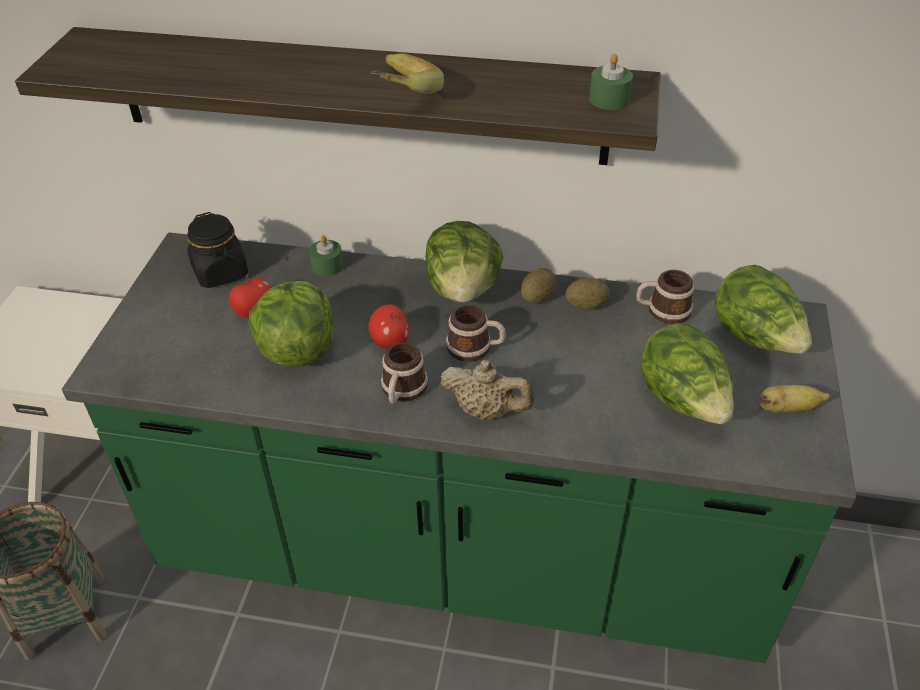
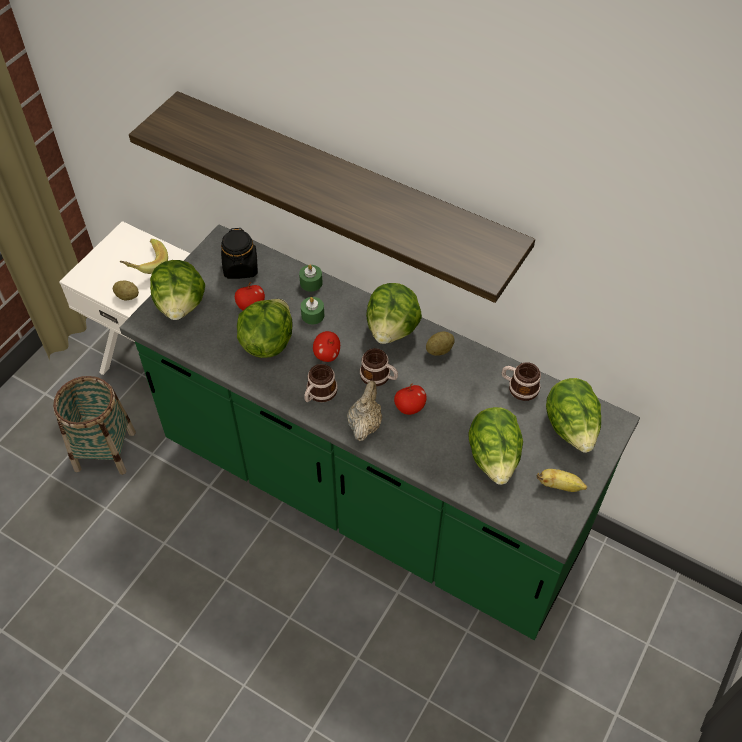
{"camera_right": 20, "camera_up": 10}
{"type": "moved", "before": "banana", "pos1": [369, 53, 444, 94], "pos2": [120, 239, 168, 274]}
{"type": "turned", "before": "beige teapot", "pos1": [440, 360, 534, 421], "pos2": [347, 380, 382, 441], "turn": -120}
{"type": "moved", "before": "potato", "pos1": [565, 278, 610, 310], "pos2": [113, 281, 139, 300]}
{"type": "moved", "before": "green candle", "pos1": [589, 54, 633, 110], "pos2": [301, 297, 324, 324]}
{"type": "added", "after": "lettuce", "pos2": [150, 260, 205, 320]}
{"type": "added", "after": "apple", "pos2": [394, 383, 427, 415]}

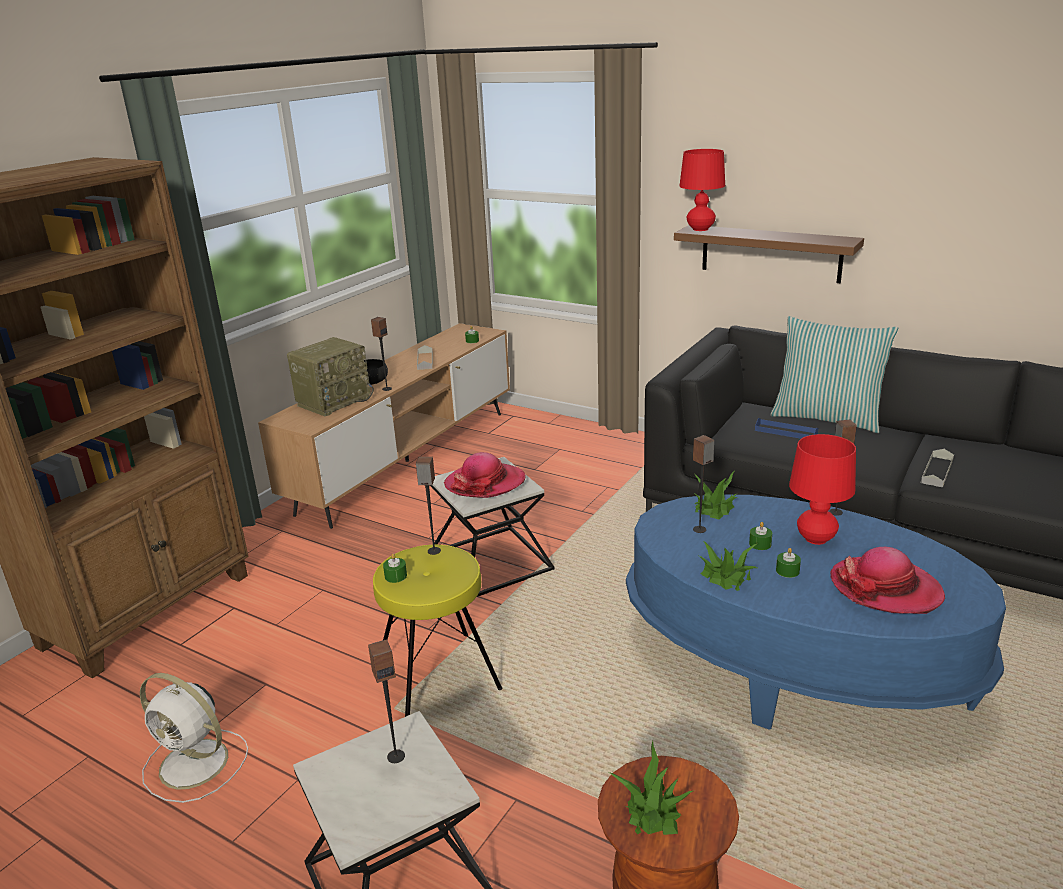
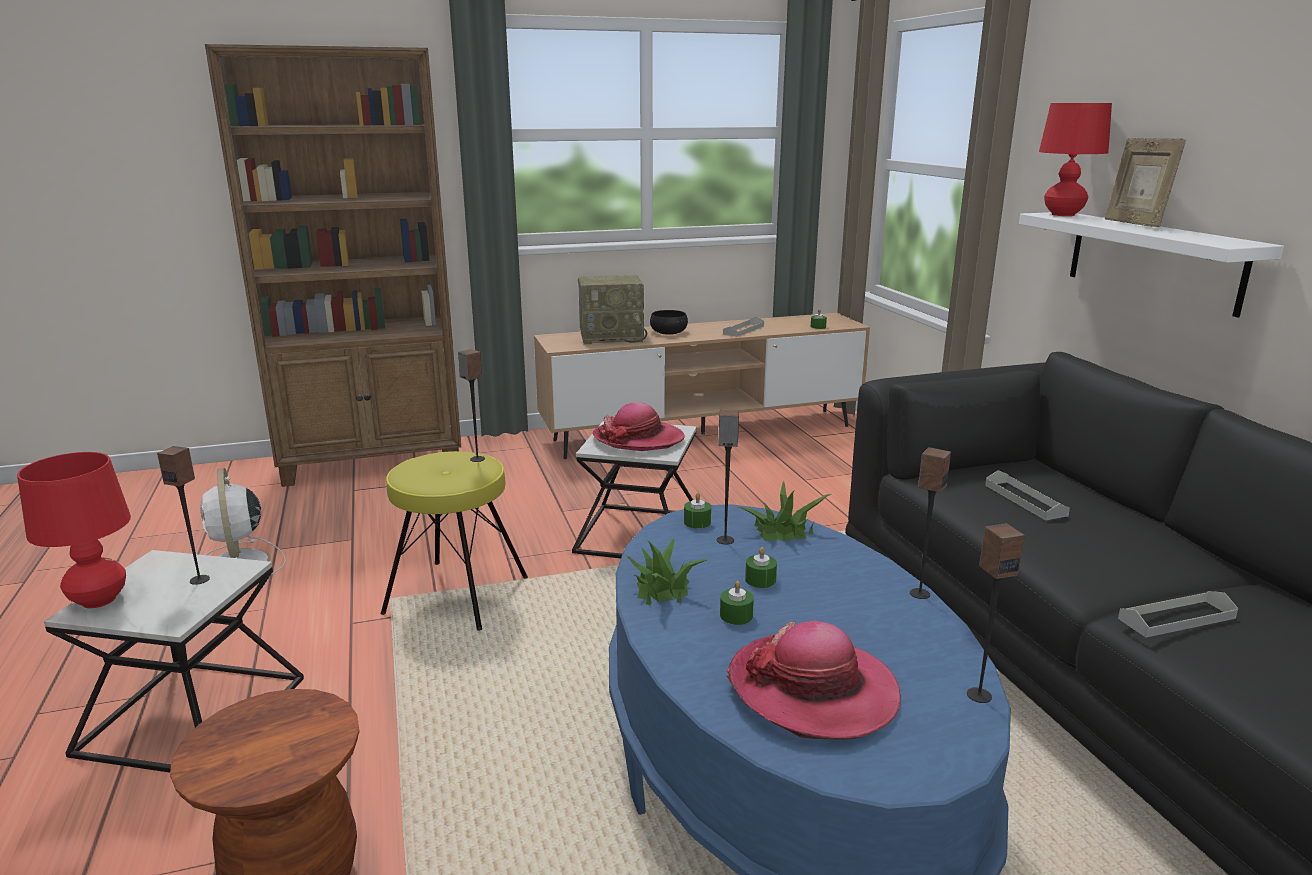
{"camera_right": 40, "camera_up": -5}
{"type": "moved", "before": "speaker", "pos1": [371, 317, 392, 391], "pos2": [967, 523, 1025, 703]}
{"type": "moved", "before": "green candle", "pos1": [383, 554, 407, 583], "pos2": [684, 493, 711, 528]}
{"type": "removed", "before": "potted plant", "pos1": [609, 741, 693, 835]}
{"type": "recoloured", "before": "brown shelf", "after": "white shelf", "pos1": [674, 225, 864, 283], "pos2": [1019, 212, 1284, 317]}
{"type": "recoloured", "before": "blue tray", "after": "grey tray", "pos1": [755, 418, 818, 439], "pos2": [985, 470, 1070, 520]}
{"type": "removed", "before": "pillow", "pos1": [770, 316, 898, 433]}
{"type": "moved", "before": "red table lamp", "pos1": [789, 434, 856, 545], "pos2": [17, 452, 131, 608]}
{"type": "added", "after": "picture frame", "pos2": [1105, 138, 1186, 227]}

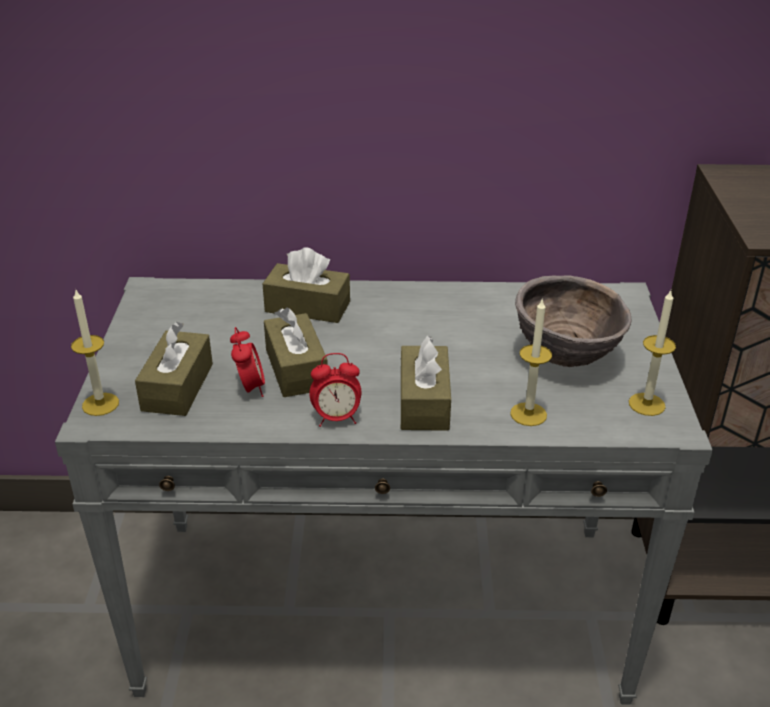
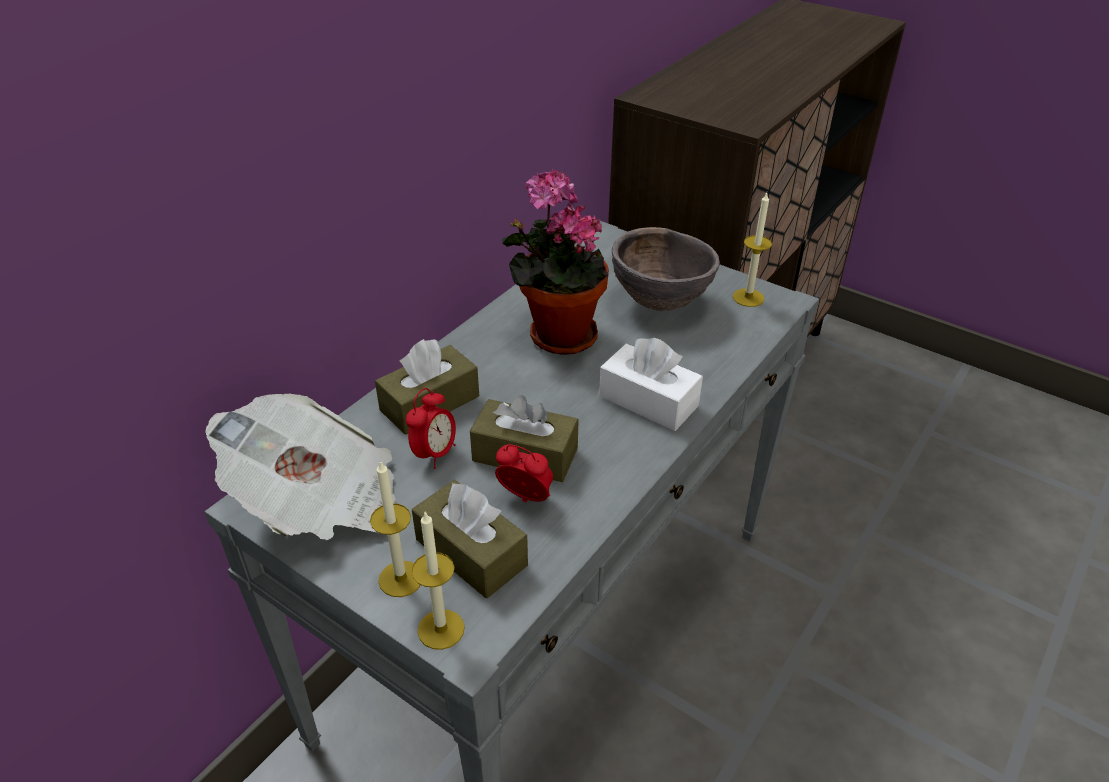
{"camera_right": -55, "camera_up": 5}
{"type": "moved", "before": "alarm clock", "pos1": [309, 353, 361, 427], "pos2": [406, 388, 456, 469]}
{"type": "recoloured", "before": "brown tissue box", "after": "white tissue box", "pos1": [401, 336, 451, 431], "pos2": [599, 338, 703, 431]}
{"type": "moved", "before": "candle", "pos1": [510, 298, 552, 426], "pos2": [370, 460, 421, 597]}
{"type": "added", "after": "newspaper", "pos2": [205, 394, 397, 540]}
{"type": "added", "after": "potted plant", "pos2": [502, 169, 609, 355]}

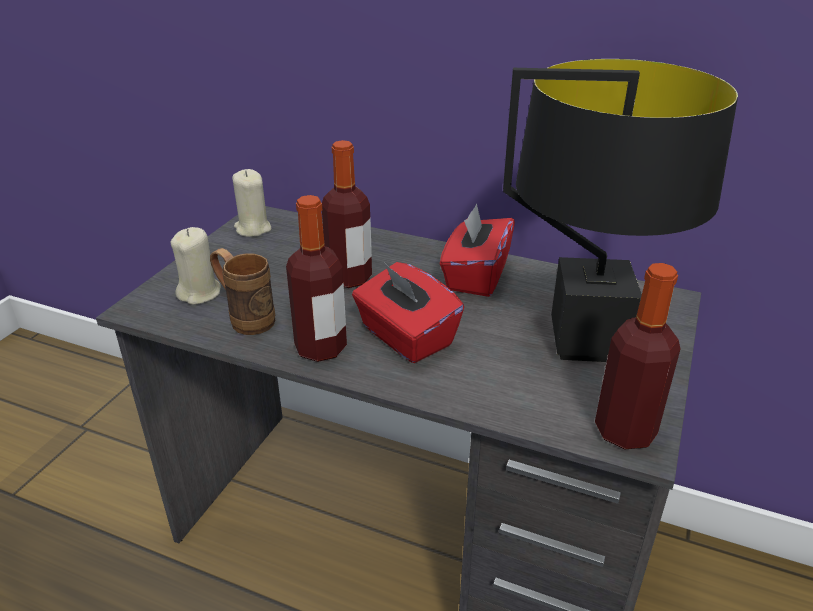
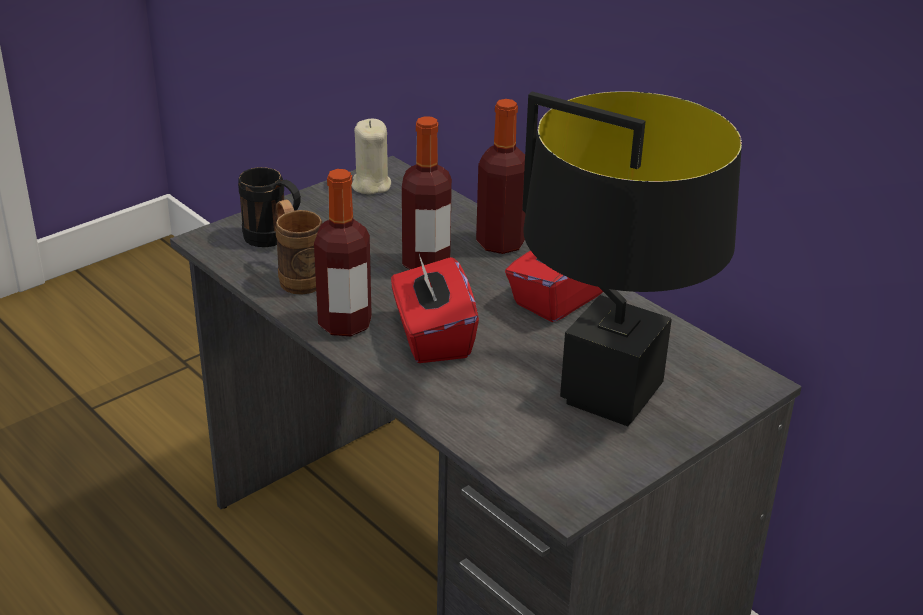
{"camera_right": 25, "camera_up": 0}
{"type": "replaced", "before": "beige candle", "after": "black mug", "pos1": [171, 227, 221, 305], "pos2": [238, 167, 301, 247]}
{"type": "moved", "before": "bottle", "pos1": [595, 263, 680, 449], "pos2": [476, 99, 526, 254]}

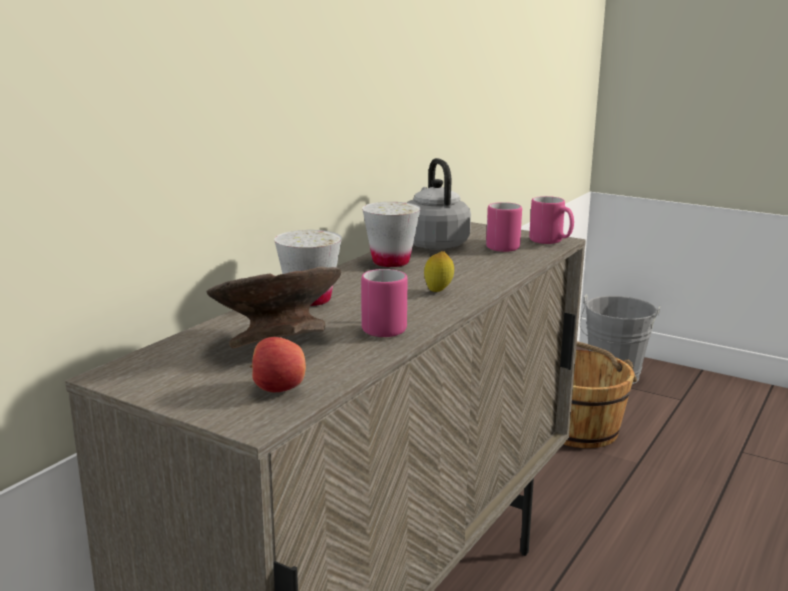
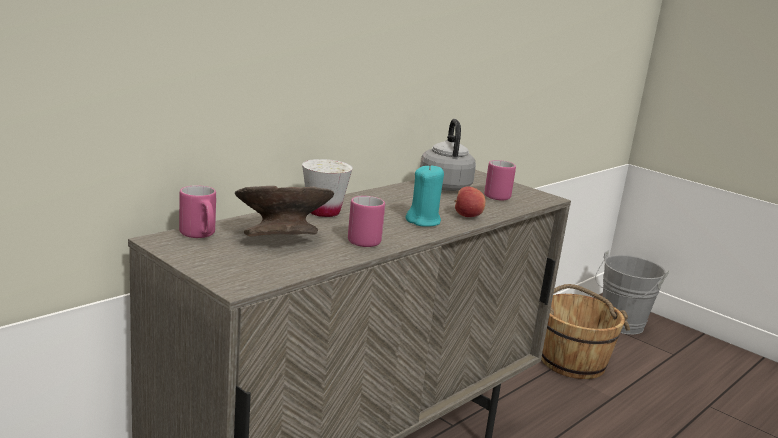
{"camera_right": 10, "camera_up": 0}
{"type": "moved", "before": "apple", "pos1": [250, 337, 306, 392], "pos2": [454, 187, 485, 217]}
{"type": "removed", "before": "white cup", "pos1": [362, 202, 421, 267]}
{"type": "replaced", "before": "lemon", "after": "turquoise candle", "pos1": [424, 251, 454, 292], "pos2": [405, 164, 444, 226]}
{"type": "moved", "before": "pink mug", "pos1": [529, 196, 574, 244], "pos2": [179, 185, 216, 238]}

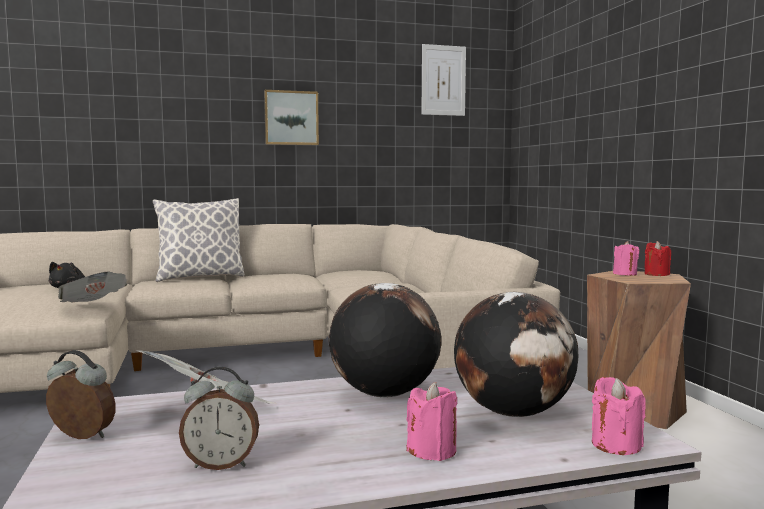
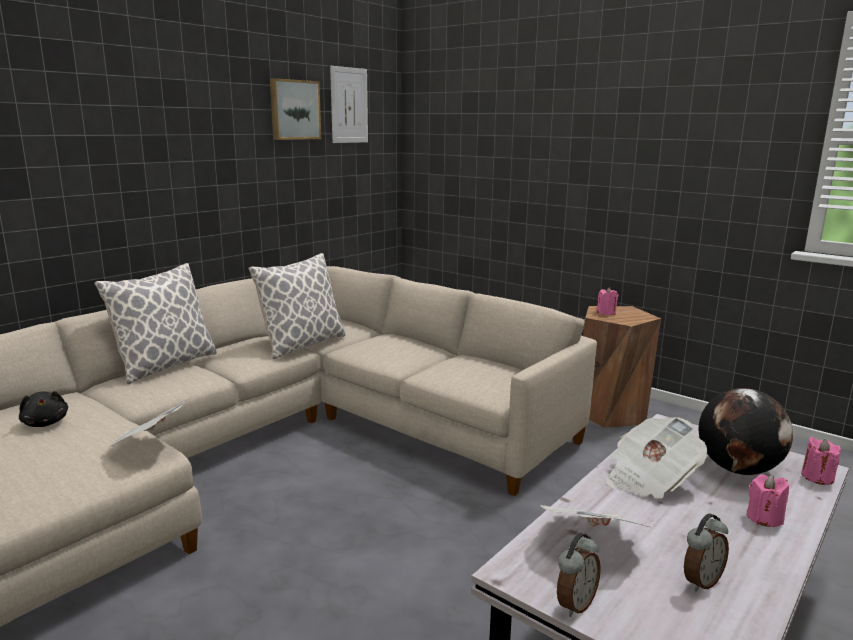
{"camera_right": -35, "camera_up": 10}
{"type": "turned", "before": "alarm clock", "pos1": [46, 350, 116, 439], "pos2": [557, 533, 601, 617], "turn": 150}
{"type": "moved", "before": "picture", "pos1": [264, 90, 319, 145], "pos2": [270, 78, 321, 140]}
{"type": "replaced", "before": "globe", "after": "newspaper", "pos1": [329, 283, 441, 397], "pos2": [606, 417, 707, 499]}
{"type": "removed", "before": "red candle", "pos1": [644, 241, 671, 276]}
{"type": "added", "after": "pillow", "pos2": [248, 253, 346, 359]}

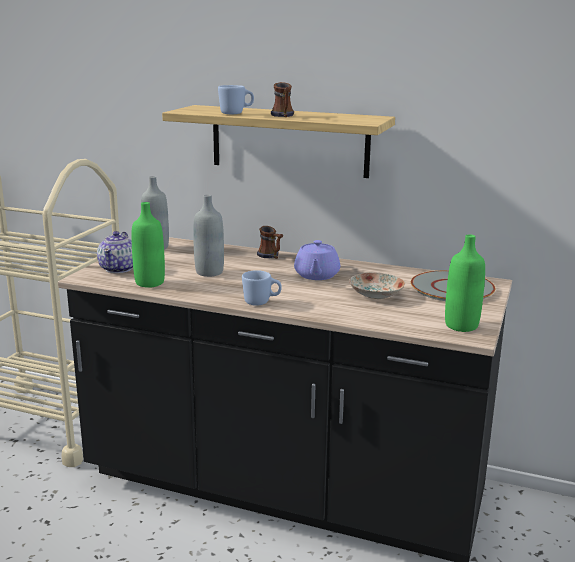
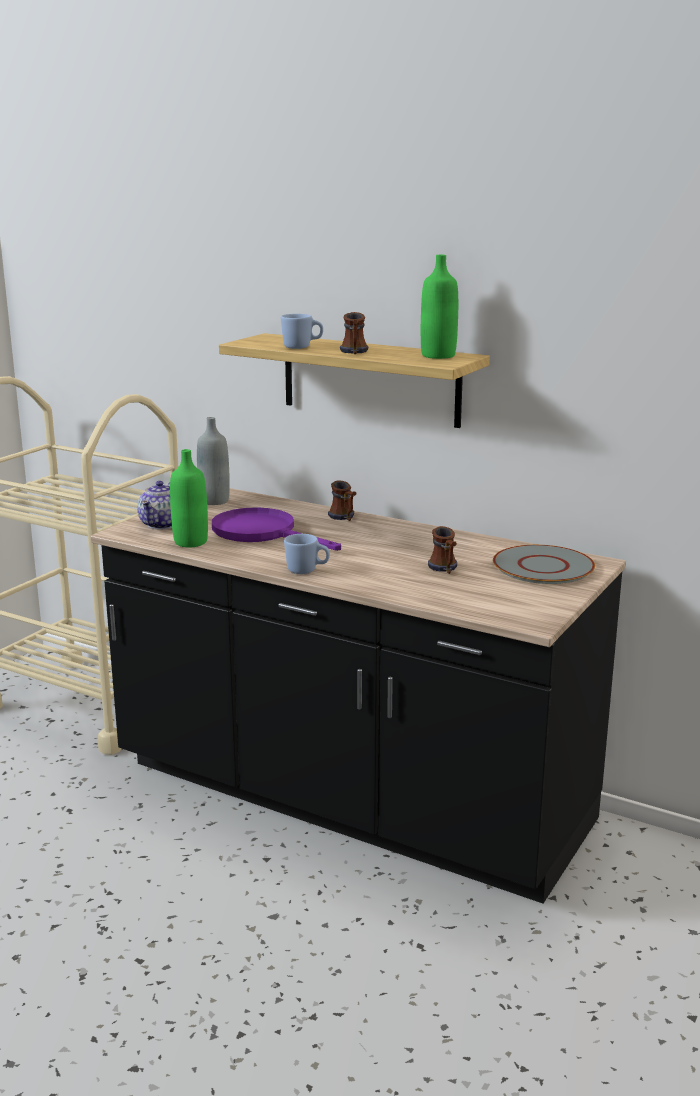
{"camera_right": 10, "camera_up": 0}
{"type": "replaced", "before": "grey bottle", "after": "purple frying pan", "pos1": [193, 195, 224, 277], "pos2": [212, 507, 341, 551]}
{"type": "removed", "before": "purple teapot", "pos1": [294, 240, 340, 280]}
{"type": "replaced", "before": "plate", "after": "mug", "pos1": [349, 273, 405, 299], "pos2": [428, 526, 457, 574]}
{"type": "moved", "before": "green bottle", "pos1": [445, 234, 485, 332], "pos2": [421, 255, 458, 359]}

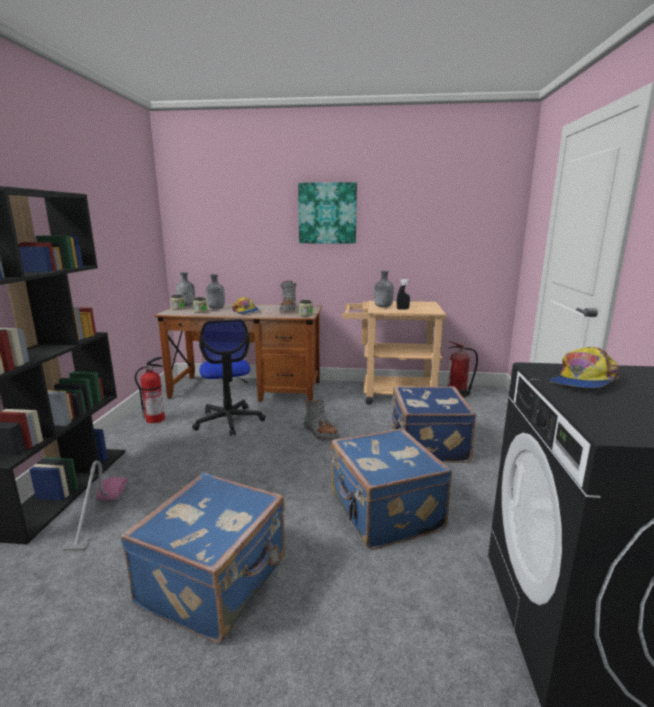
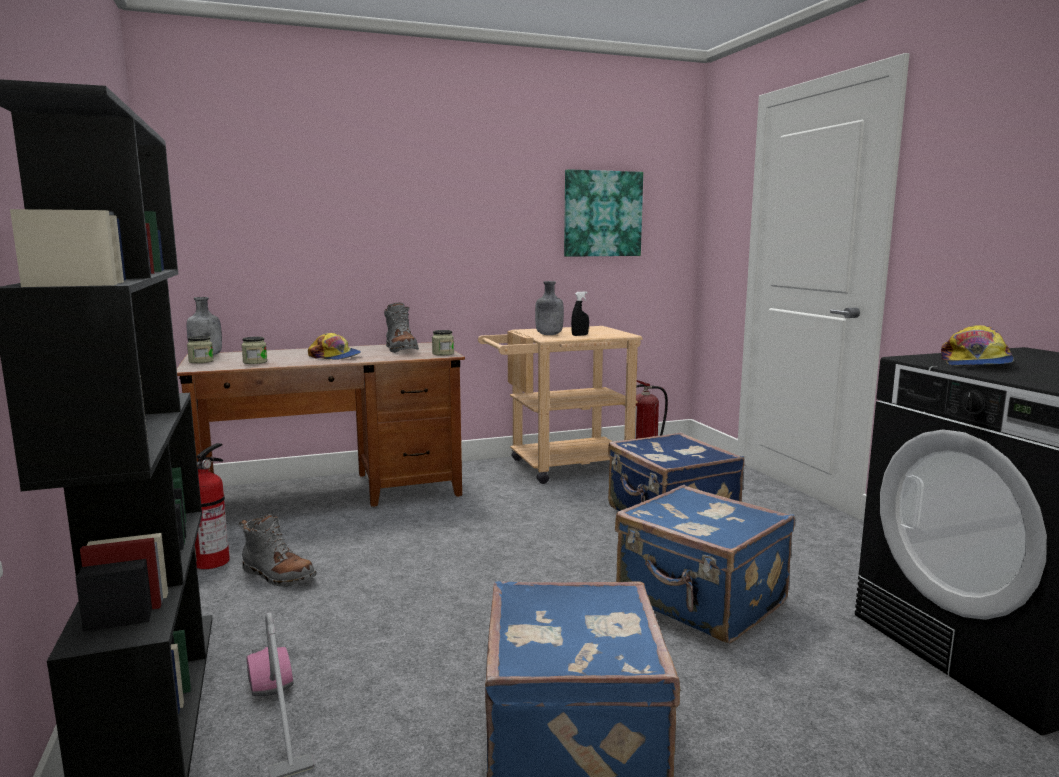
{"camera_right": -25, "camera_up": -5}
{"type": "removed", "before": "office chair", "pos1": [192, 319, 266, 436]}
{"type": "removed", "before": "grey bottle", "pos1": [206, 274, 225, 309]}
{"type": "moved", "before": "picture", "pos1": [298, 182, 357, 244], "pos2": [564, 169, 643, 257]}
{"type": "moved", "before": "grey boot", "pos1": [304, 399, 340, 441], "pos2": [238, 514, 317, 587]}

